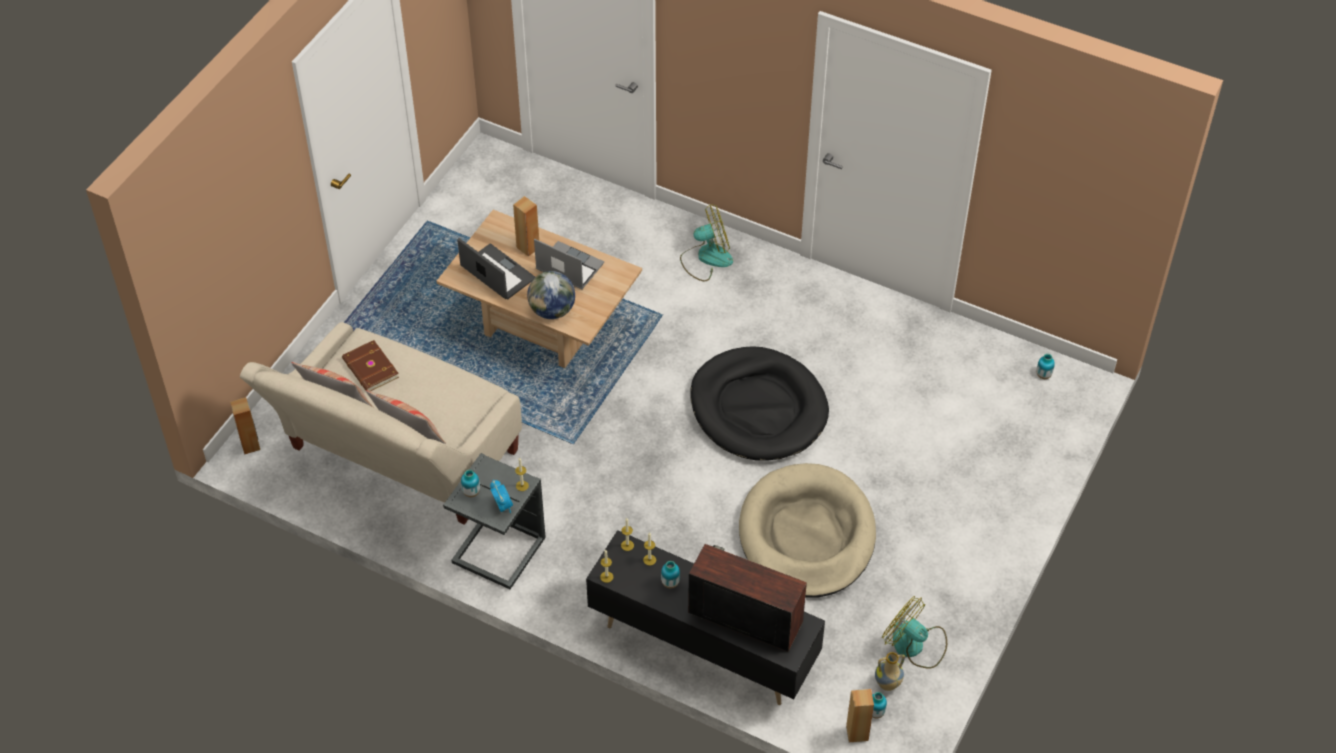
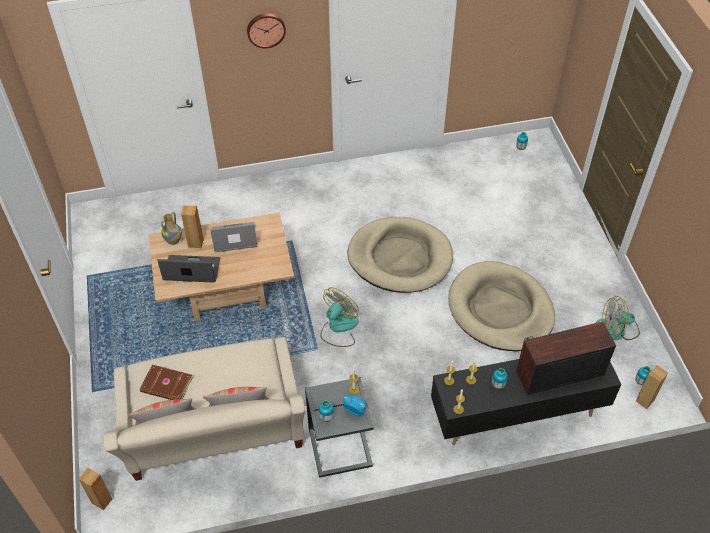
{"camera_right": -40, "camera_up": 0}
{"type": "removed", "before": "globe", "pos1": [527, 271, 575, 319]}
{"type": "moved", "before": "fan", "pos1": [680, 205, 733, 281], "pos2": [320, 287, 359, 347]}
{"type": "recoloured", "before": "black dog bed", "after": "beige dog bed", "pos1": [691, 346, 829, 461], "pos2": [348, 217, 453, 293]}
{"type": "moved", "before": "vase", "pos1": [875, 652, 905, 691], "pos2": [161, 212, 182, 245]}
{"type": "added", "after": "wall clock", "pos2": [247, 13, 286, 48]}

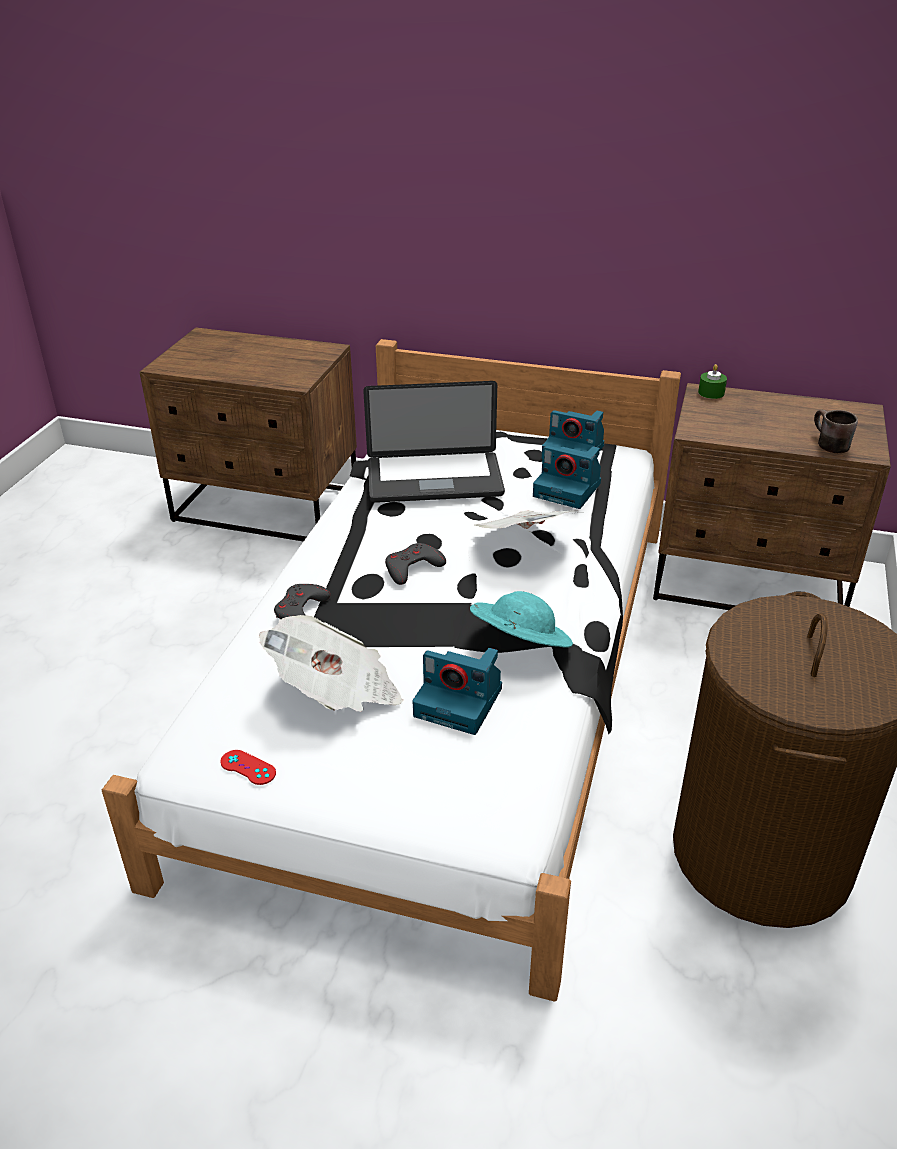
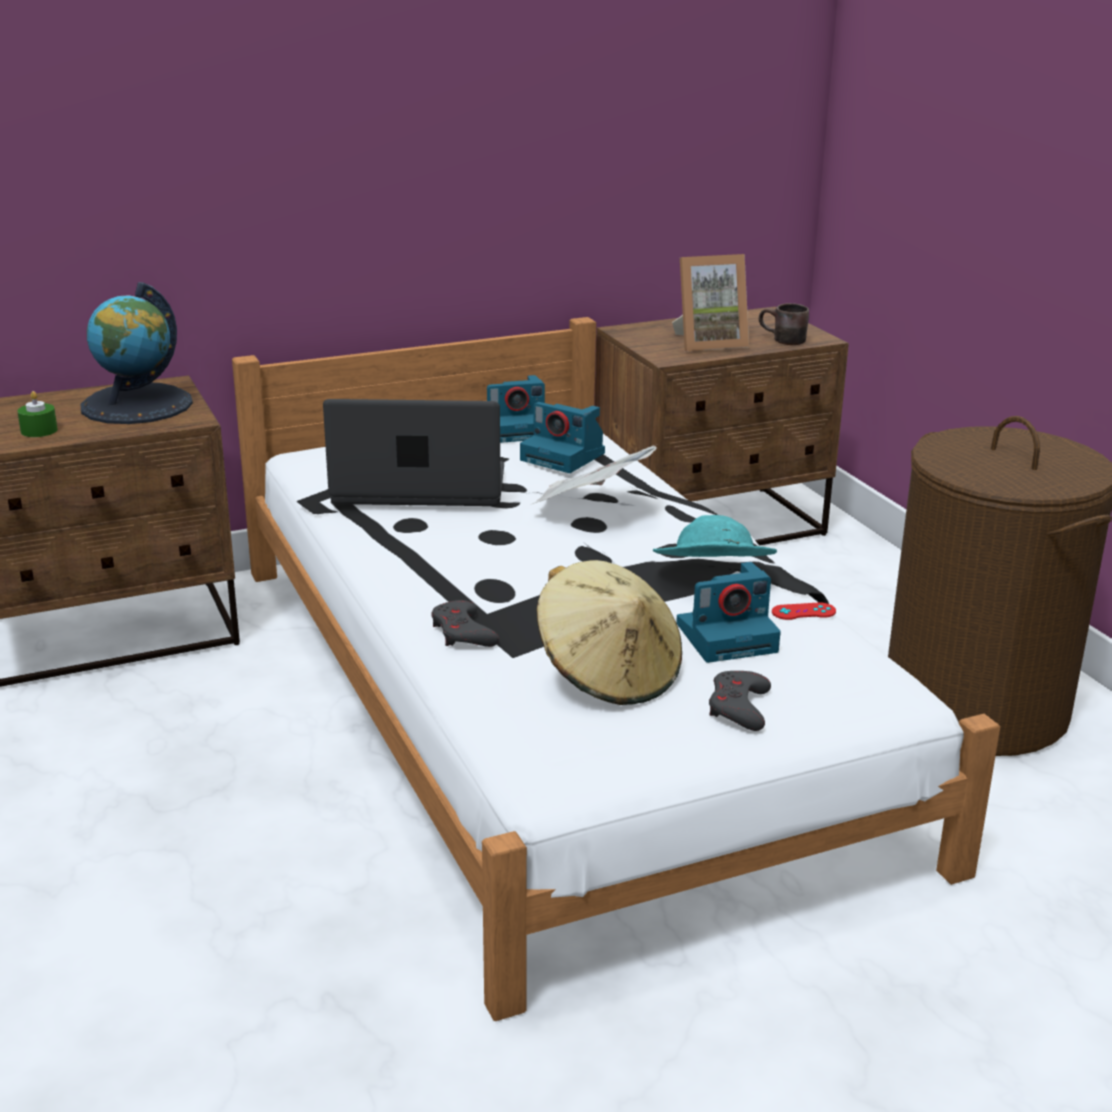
{"camera_right": -40, "camera_up": -10}
{"type": "moved", "before": "red game controller", "pos1": [220, 750, 276, 785], "pos2": [772, 603, 836, 620]}
{"type": "replaced", "before": "newspaper", "after": "beige hat", "pos1": [259, 615, 403, 712], "pos2": [537, 560, 682, 705]}
{"type": "turned", "before": "laptop", "pos1": [363, 381, 505, 503], "pos2": [323, 399, 504, 506], "turn": -135}
{"type": "moved", "before": "grey game controller", "pos1": [385, 543, 446, 585], "pos2": [709, 671, 771, 731]}
{"type": "turned", "before": "photo camera", "pos1": [533, 446, 601, 509], "pos2": [520, 402, 605, 473], "turn": 45}
{"type": "moved", "before": "green candle", "pos1": [698, 364, 727, 399], "pos2": [17, 391, 58, 437]}
{"type": "added", "after": "globe", "pos2": [80, 282, 193, 424]}
{"type": "added", "after": "picture frame", "pos2": [672, 254, 749, 352]}

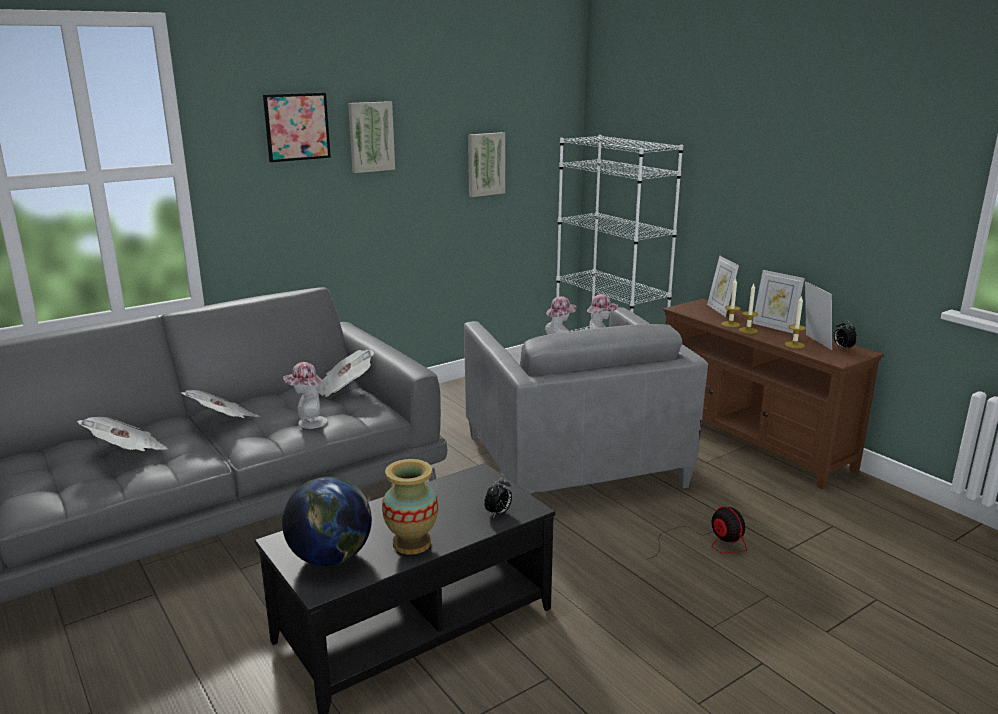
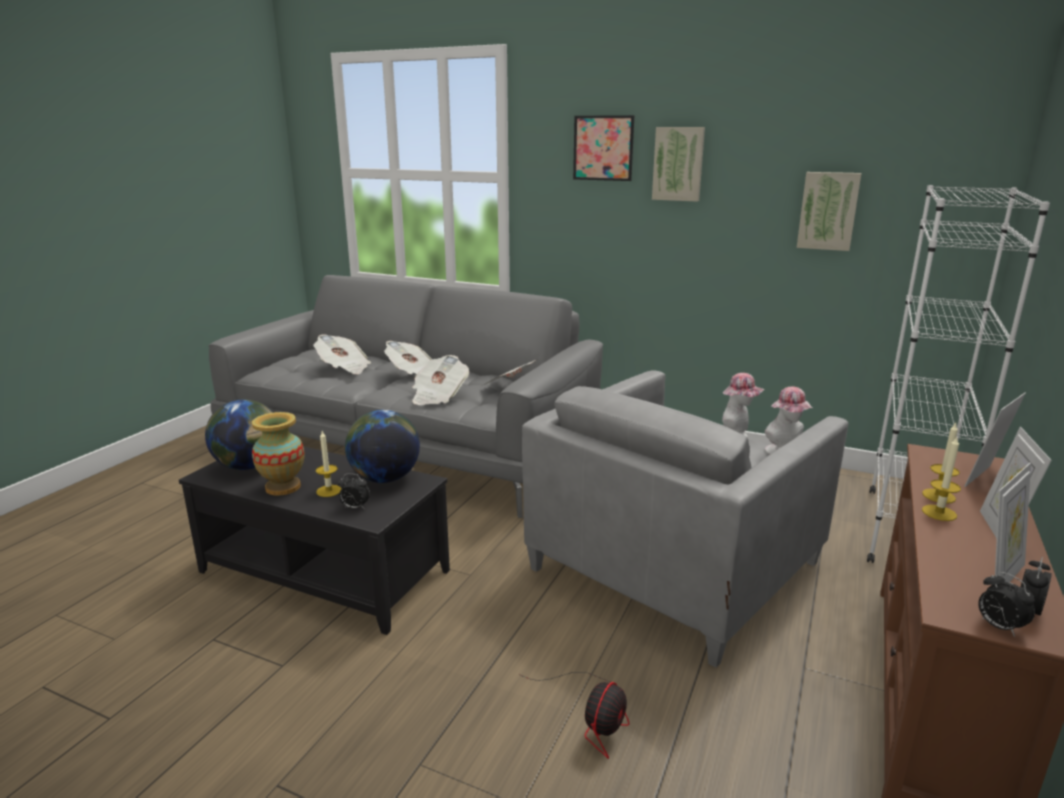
{"camera_right": 60, "camera_up": 0}
{"type": "replaced", "before": "hat", "after": "newspaper", "pos1": [283, 362, 327, 429], "pos2": [412, 355, 469, 405]}
{"type": "moved", "before": "candle", "pos1": [785, 295, 806, 348], "pos2": [316, 431, 342, 497]}
{"type": "added", "after": "globe", "pos2": [345, 410, 420, 483]}
{"type": "added", "after": "alarm clock", "pos2": [978, 572, 1035, 637]}

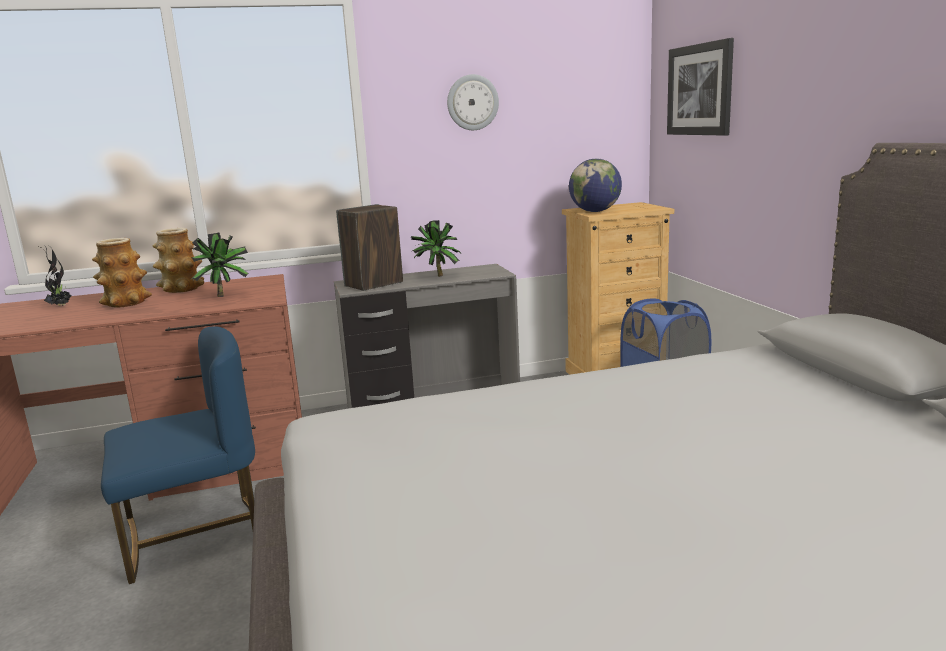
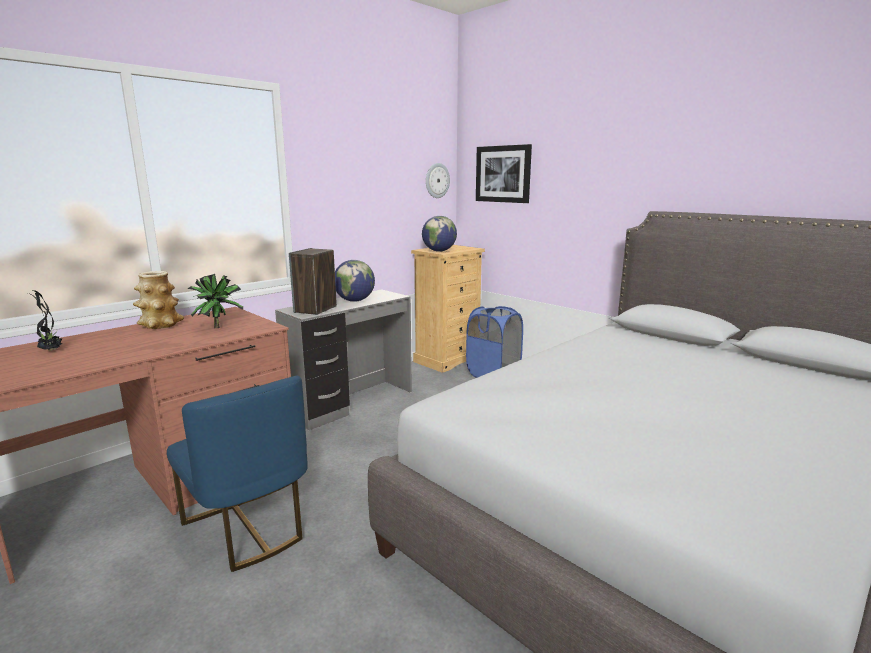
{"camera_right": -30, "camera_up": 0}
{"type": "removed", "before": "vase", "pos1": [92, 238, 152, 308]}
{"type": "turned", "before": "blue chair", "pos1": [101, 326, 255, 584], "pos2": [167, 375, 308, 572], "turn": 105}
{"type": "replaced", "before": "potted plant", "after": "globe", "pos1": [411, 220, 461, 277], "pos2": [335, 260, 375, 302]}
{"type": "moved", "before": "wall clock", "pos1": [447, 74, 499, 130], "pos2": [426, 163, 450, 198]}

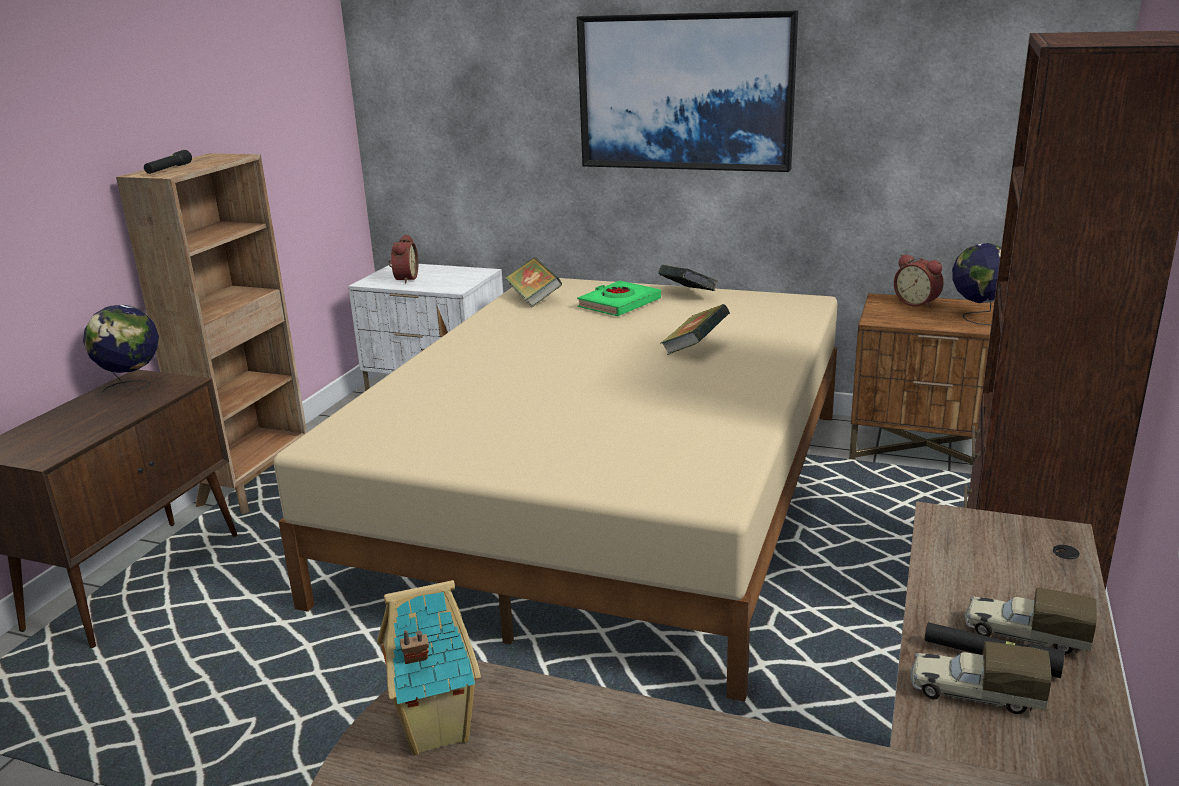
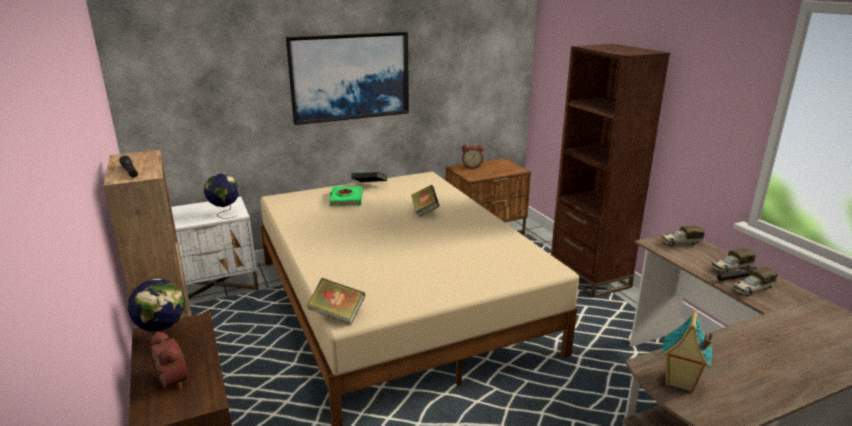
{"camera_right": -45, "camera_up": 0}
{"type": "moved", "before": "alarm clock", "pos1": [389, 235, 418, 283], "pos2": [150, 331, 188, 389]}
{"type": "moved", "before": "book", "pos1": [505, 257, 562, 307], "pos2": [307, 278, 365, 325]}
{"type": "moved", "before": "globe", "pos1": [952, 243, 1001, 325], "pos2": [204, 174, 239, 219]}
{"type": "added", "after": "toy truck", "pos2": [661, 226, 705, 246]}

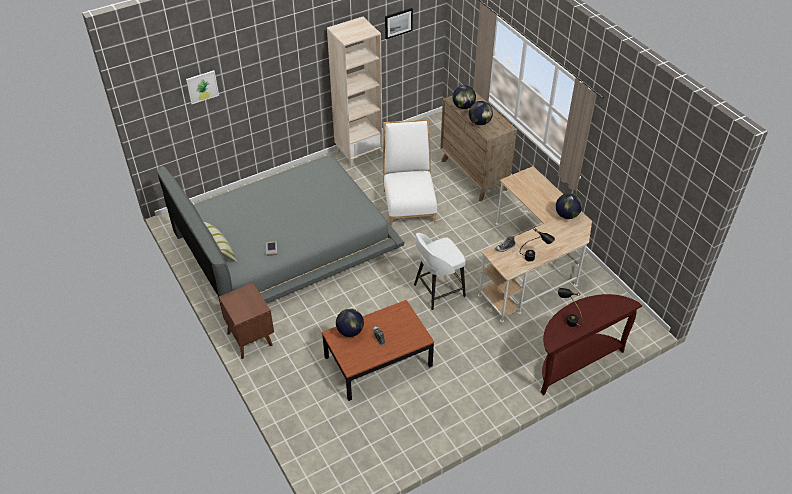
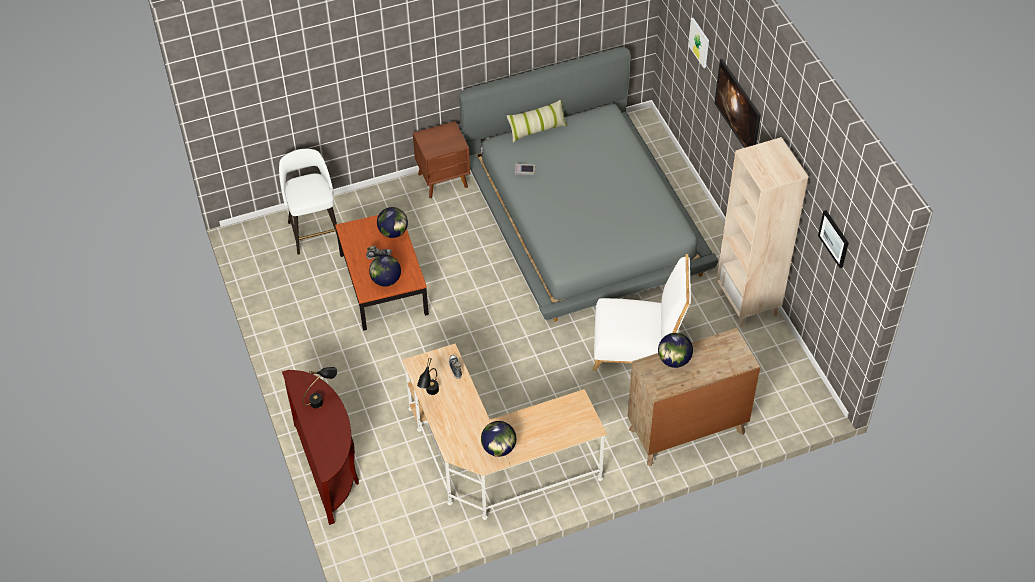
{"camera_right": 100, "camera_up": 5}
{"type": "moved", "before": "white stool", "pos1": [414, 233, 466, 310], "pos2": [279, 149, 337, 255]}
{"type": "moved", "before": "globe", "pos1": [452, 85, 476, 109], "pos2": [369, 255, 401, 287]}
{"type": "added", "after": "picture", "pos2": [714, 59, 761, 148]}

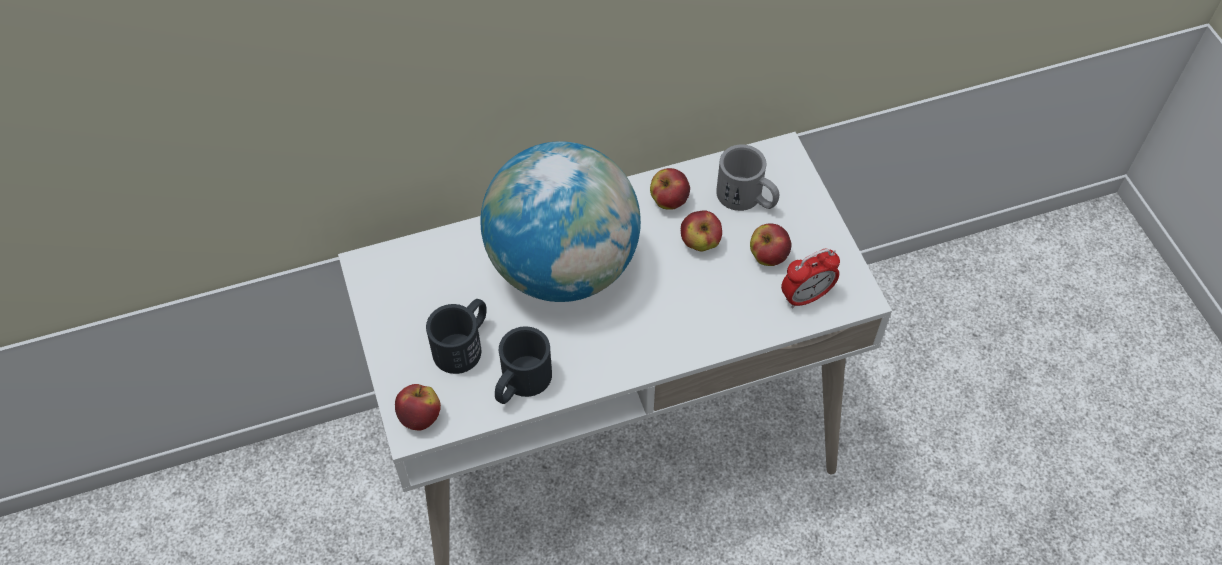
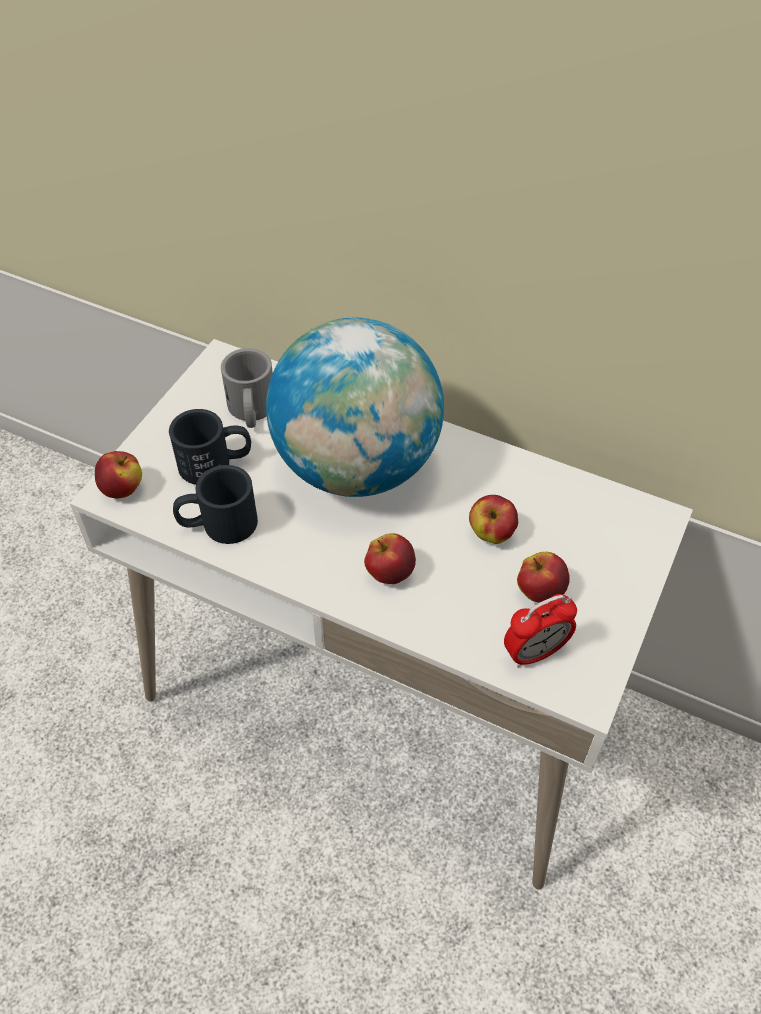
{"camera_right": 45, "camera_up": -5}
{"type": "moved", "before": "apple", "pos1": [650, 168, 690, 210], "pos2": [364, 533, 416, 584]}
{"type": "moved", "before": "grey mug", "pos1": [716, 144, 779, 211], "pos2": [221, 348, 273, 428]}
{"type": "turned", "before": "alarm clock", "pos1": [781, 249, 840, 309], "pos2": [504, 594, 577, 668], "turn": -45}

